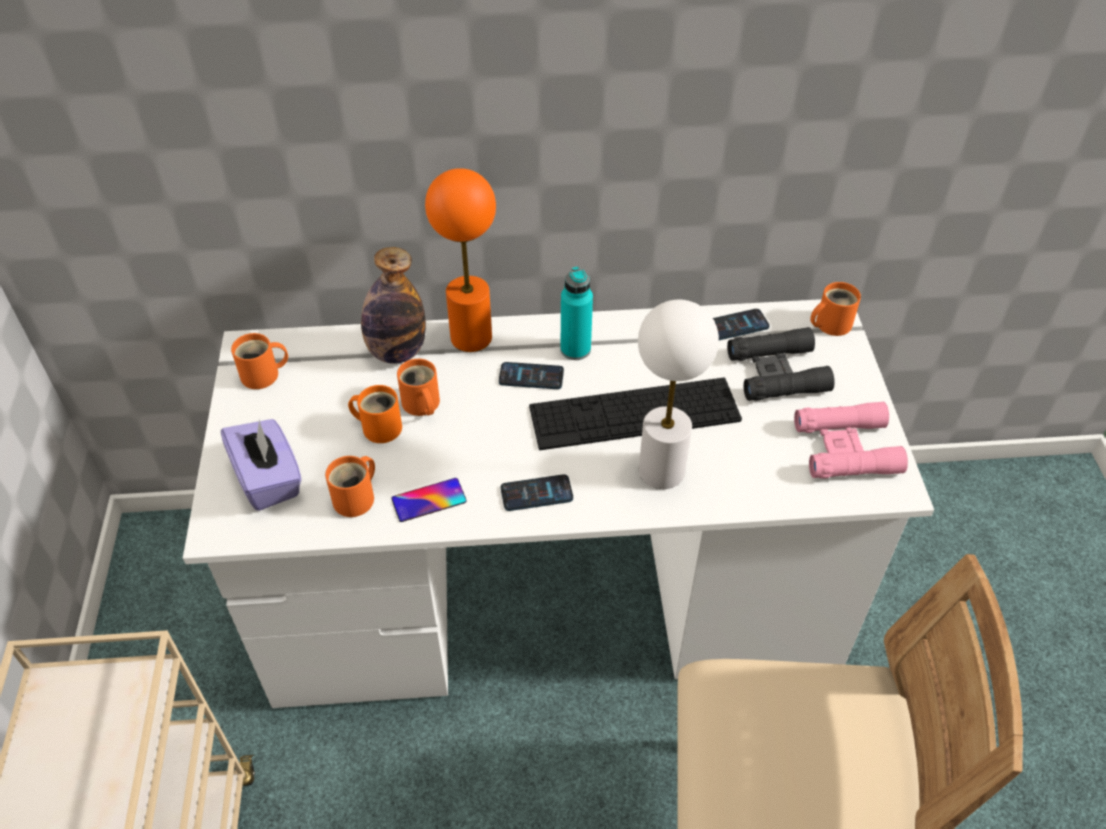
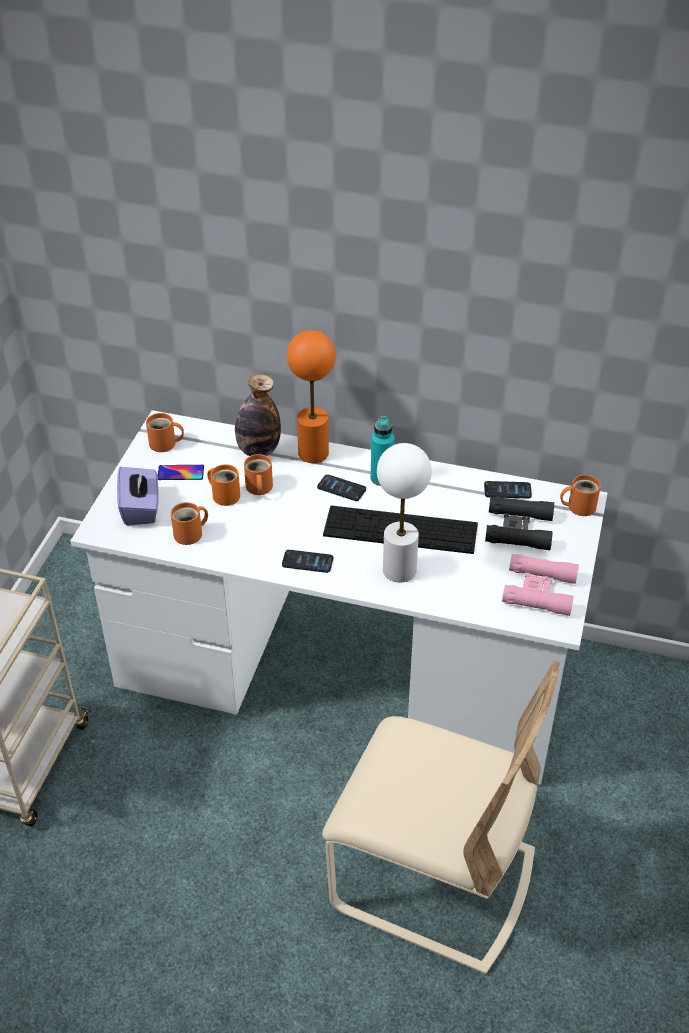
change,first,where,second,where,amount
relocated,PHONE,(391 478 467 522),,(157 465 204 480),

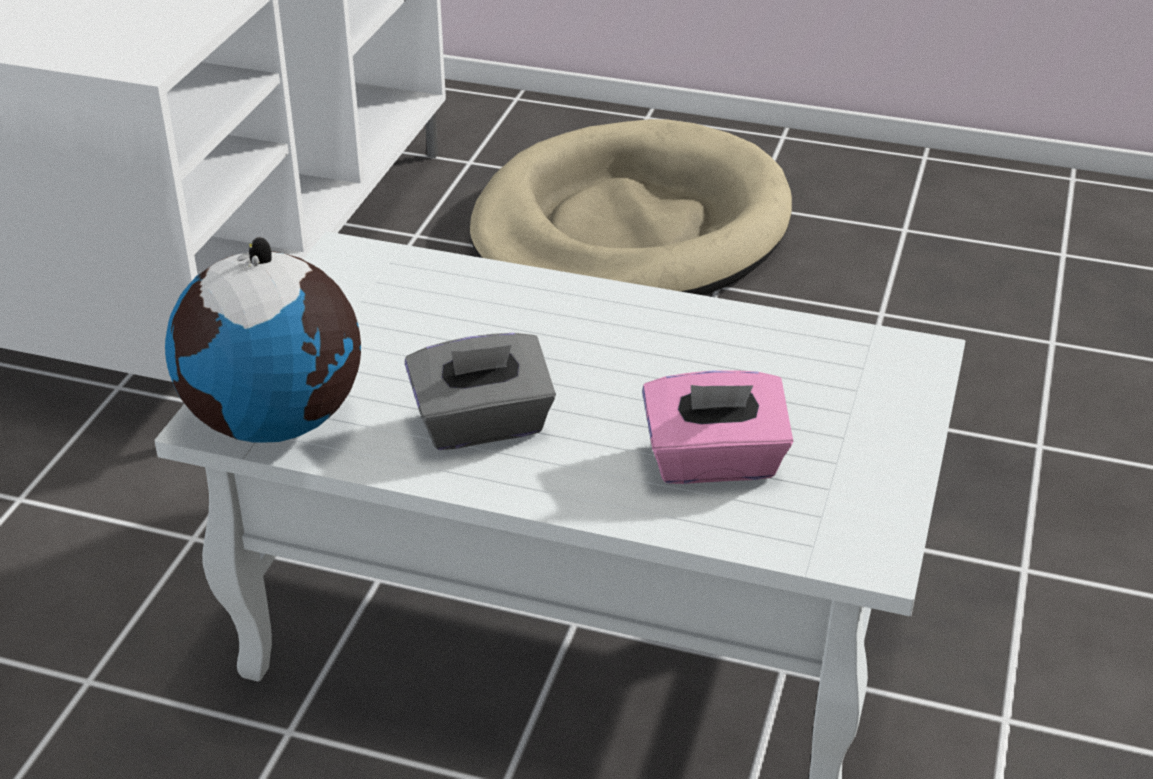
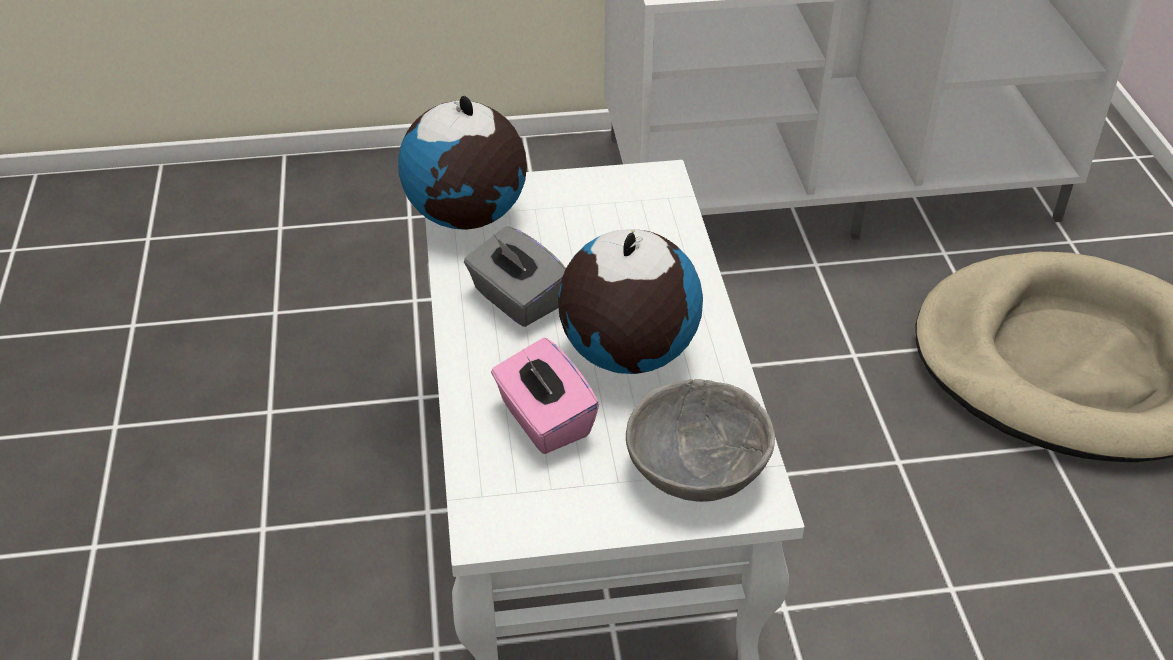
change,first,where,second,where,amount
appeared,,,GLOBE,(558 229 703 374),
appeared,,,GREY BOWL,(626 379 775 502),

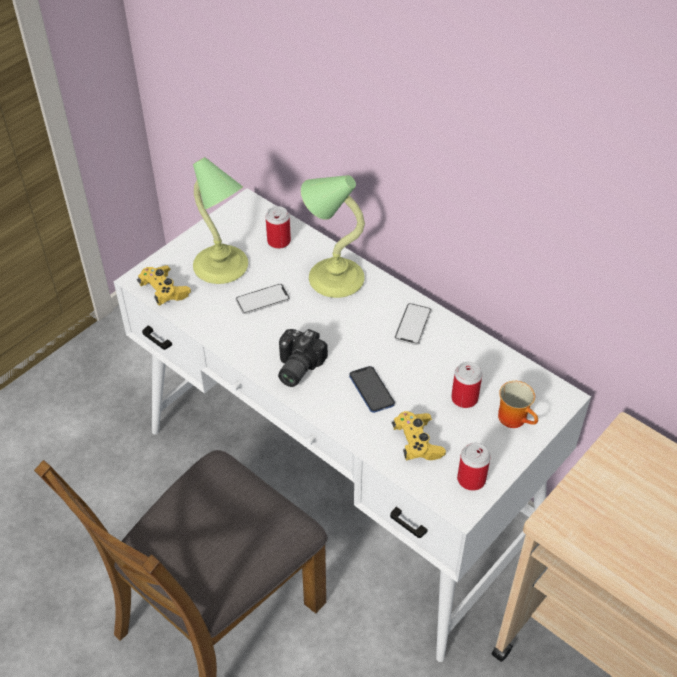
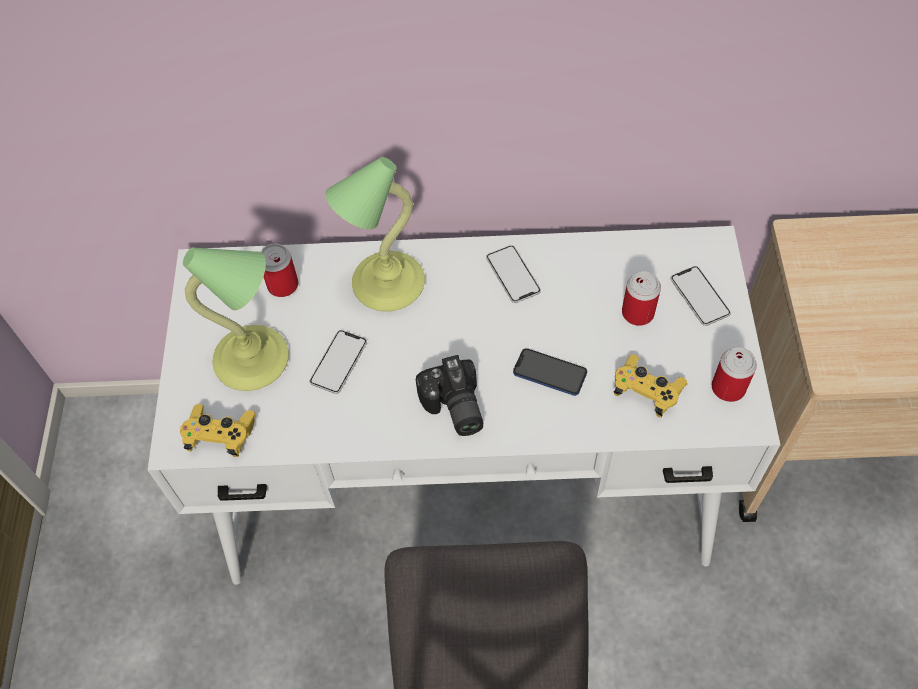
change,first,where,second,where,amount
exchanged,MUG,(498 381 538 428),PHONE,(671 266 731 326),

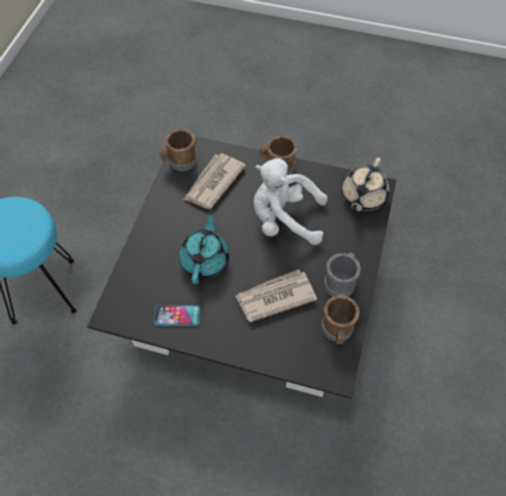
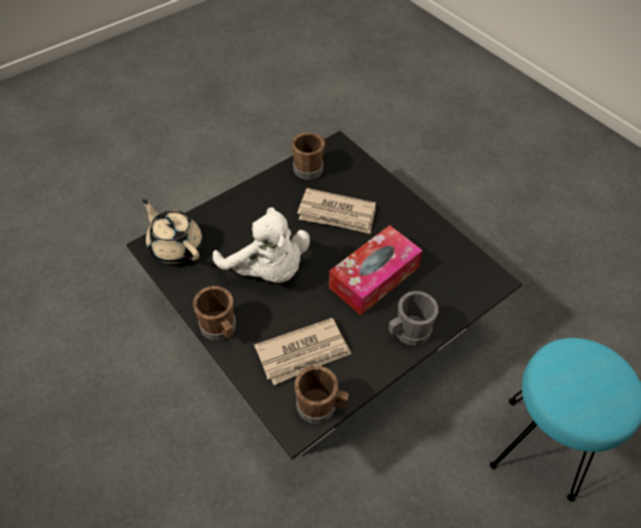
change,first,where,second,where,amount
spun,BEIGE TEAPOT,(342 157 389 212),,(142 199 202 264),105 degrees counterclockwise
exchanged,TURQUOISE TEAPOT,(179 210 229 284),TISSUE BOX,(329 225 423 315),
relocated,GREY MUG,(324 252 361 297),,(389 291 438 346),
missing,PHONE,(154 305 200 326),,,

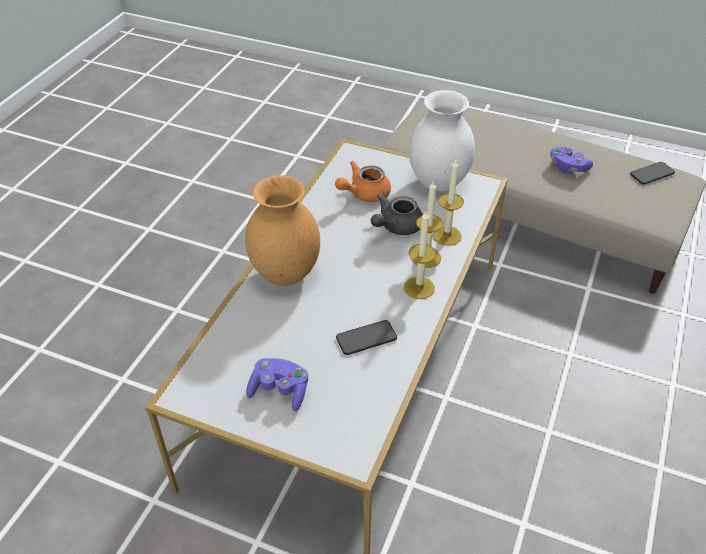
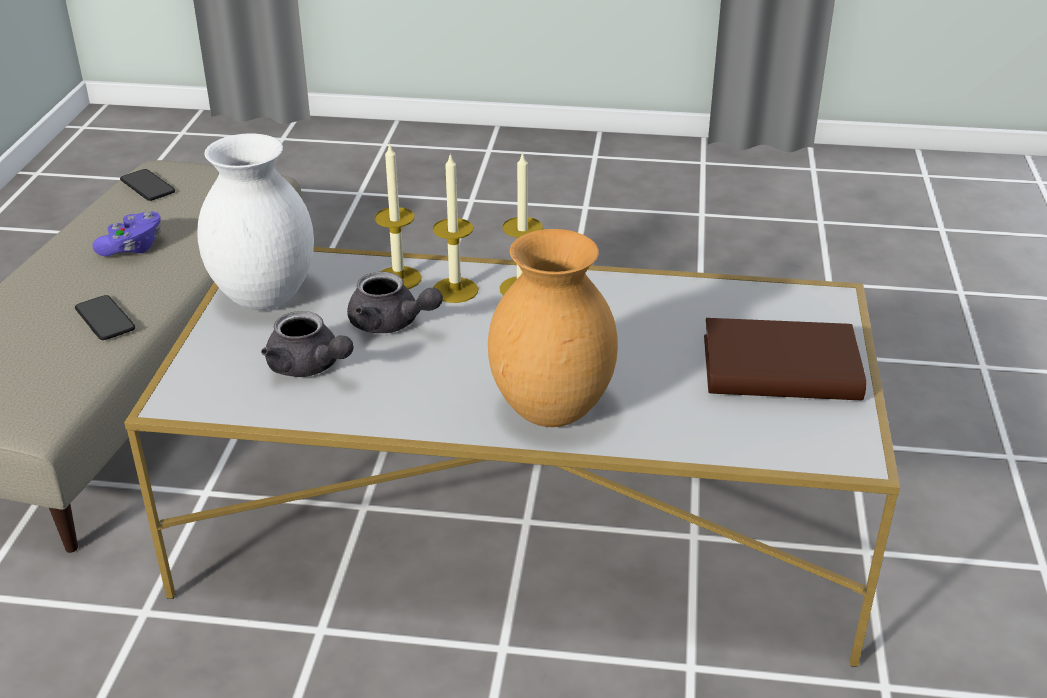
change,first,where,second,where,amount
relocated,PHONE,(336 320 397 355),,(75 295 135 340),
colour,ORANGE TEAPOT,(335 161 391 202),GREY TEAPOT,(261 311 353 377),
exchanged,PURPLE GAME CONTROLLER,(246 358 308 411),BROWN BOOK,(704 318 867 400),

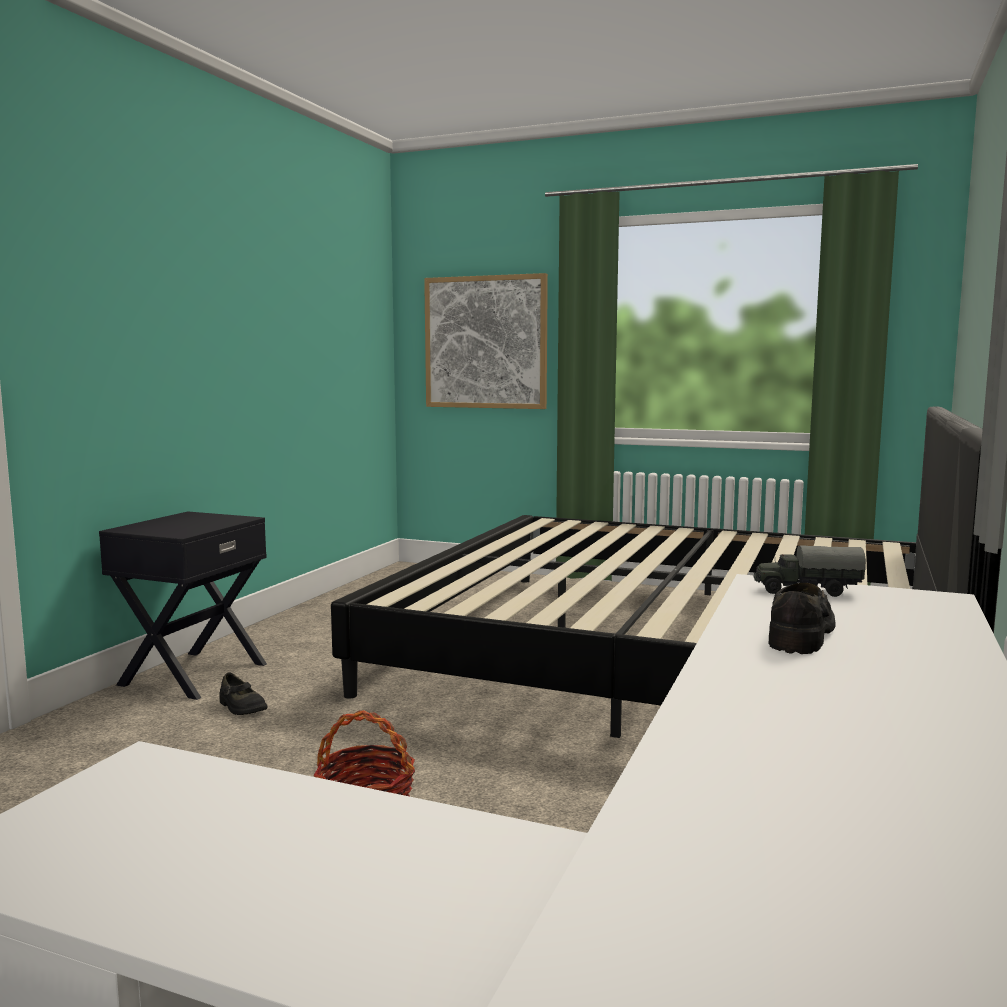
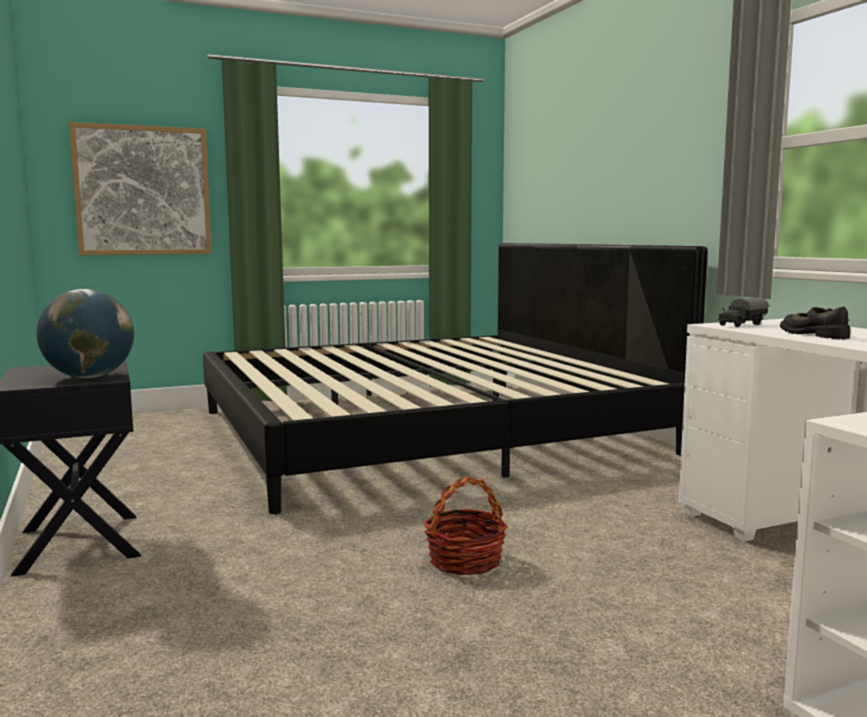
change,first,where,second,where,amount
appeared,,,GLOBE,(36 289 134 378),
missing,BLACK SHOE,(219 672 268 715),,,

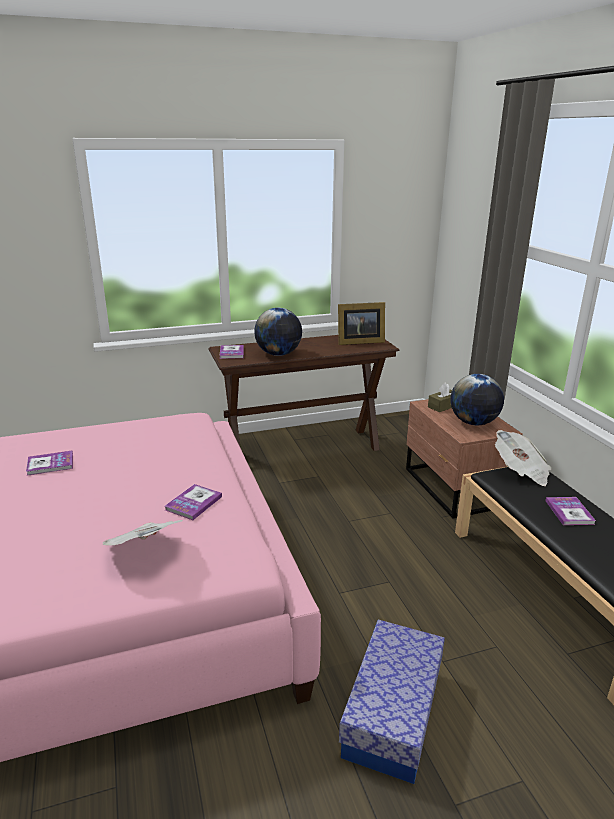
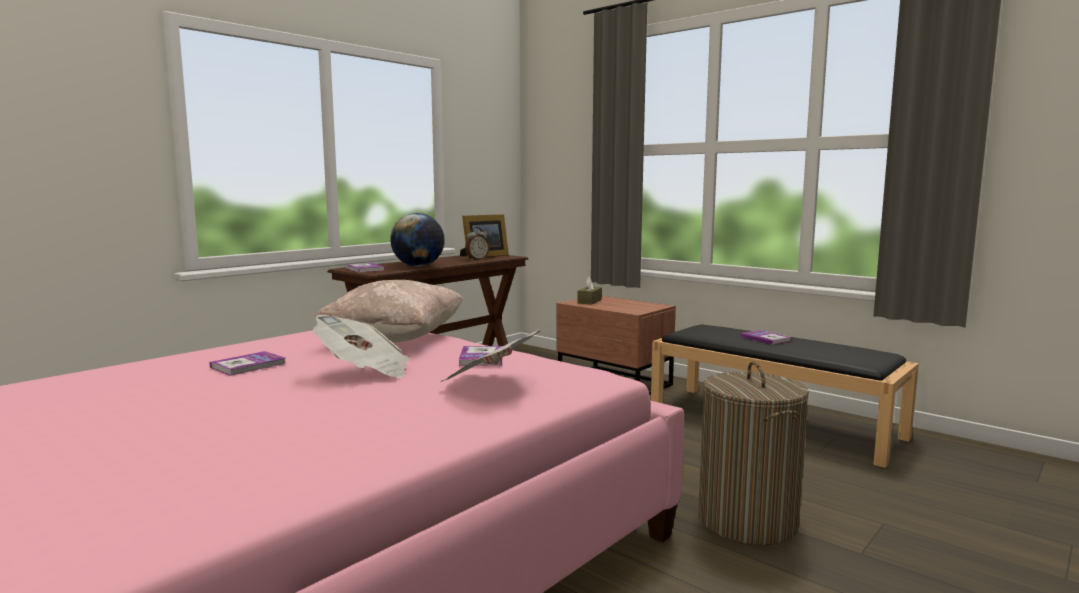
change,first,where,second,where,amount
relocated,NEWSPAPER,(495 430 551 486),,(313 315 410 378),
appeared,,,BEIGE PILLOW,(314 280 464 343),
appeared,,,ALARM CLOCK,(465 227 489 261),
exchanged,STORAGE BOX,(339 619 445 784),LAUNDRY BASKET,(699 362 809 545),
missing,GLOBE,(451 374 504 425),,,

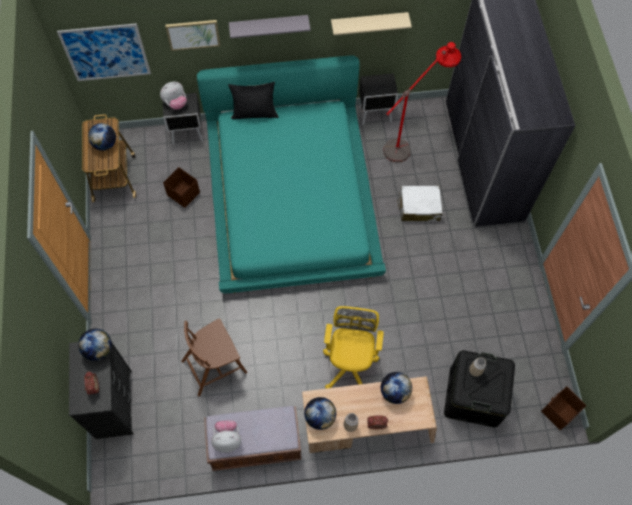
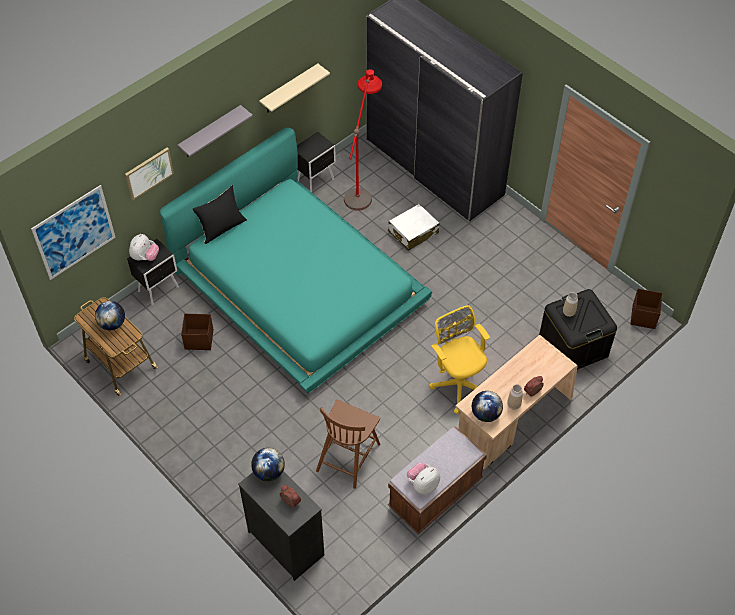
change,first,where,second,where,amount
missing,GLOBE,(381 372 412 404),,,

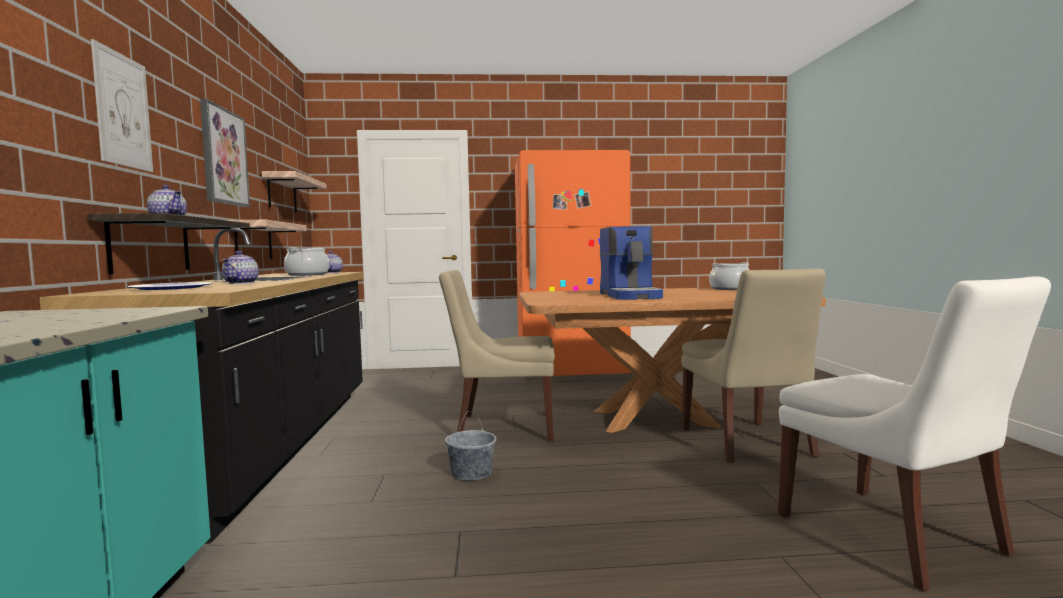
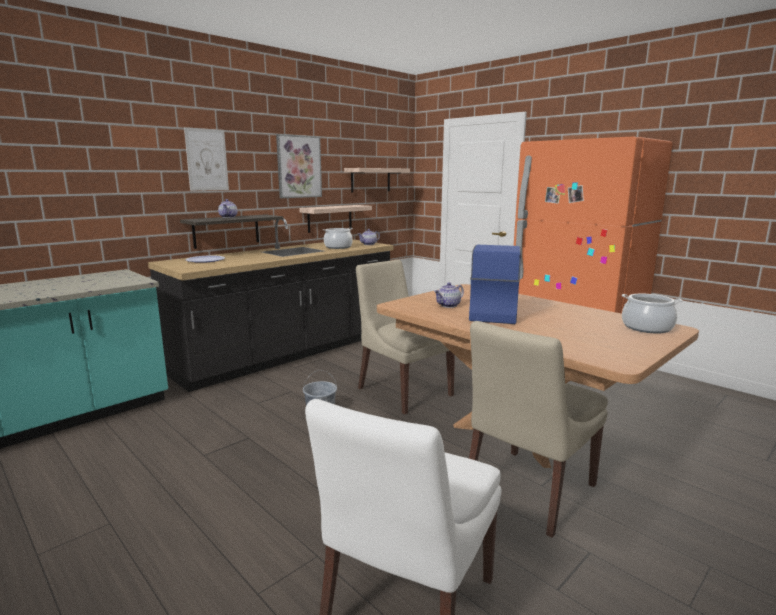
change,first,where,second,where,amount
relocated,TEAPOT,(222 251 259 284),,(434 282 464 308),
spun,COFFEE MACHINE,(600 226 663 300),,(469 245 521 324),150 degrees clockwise

